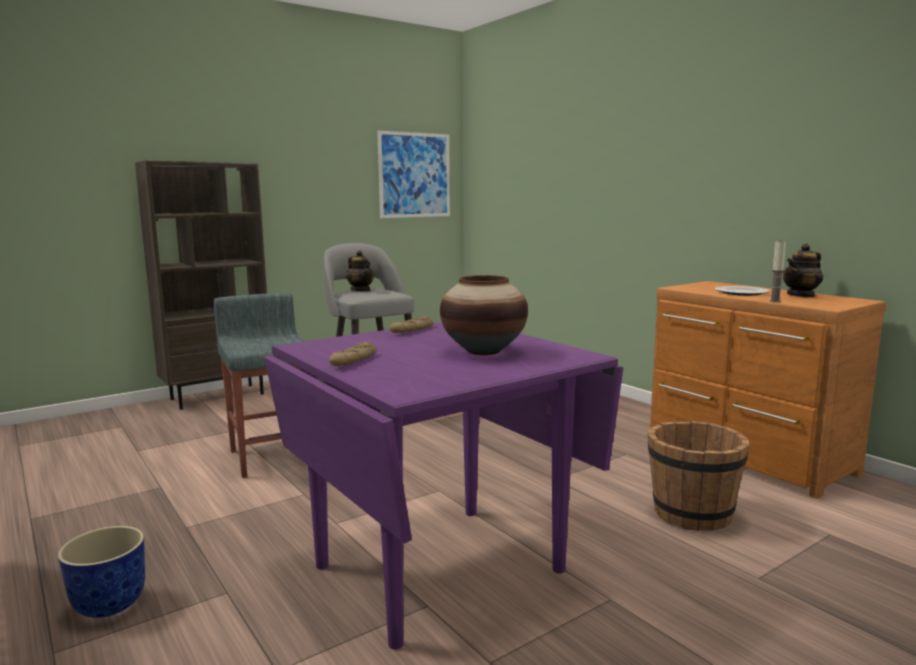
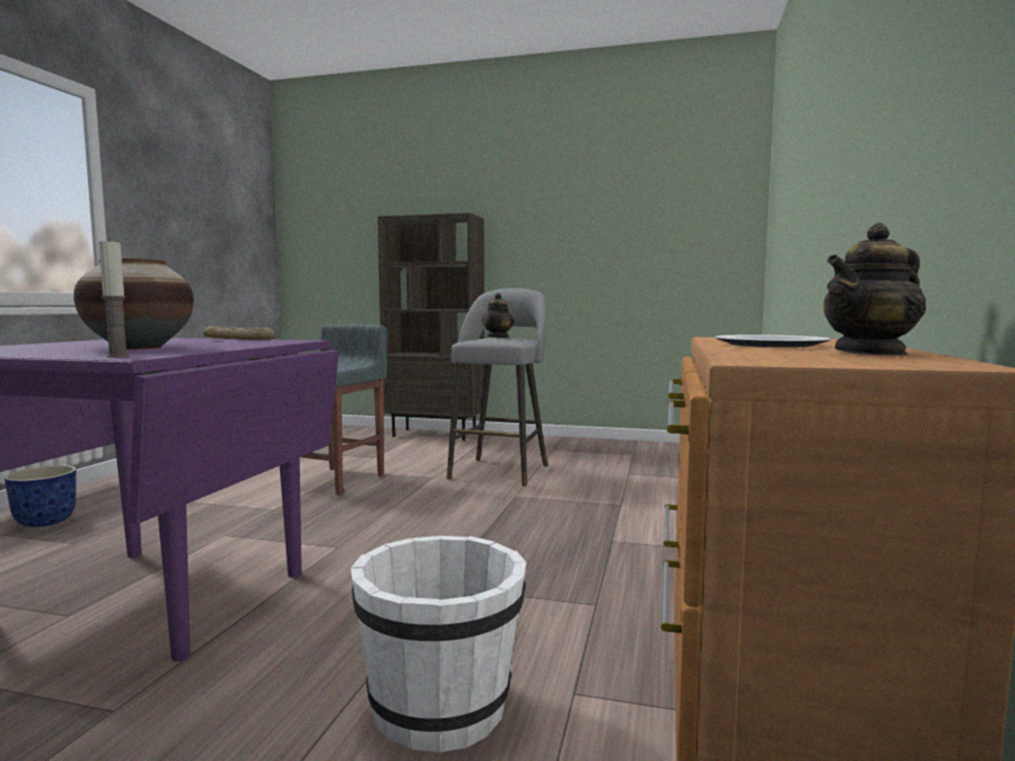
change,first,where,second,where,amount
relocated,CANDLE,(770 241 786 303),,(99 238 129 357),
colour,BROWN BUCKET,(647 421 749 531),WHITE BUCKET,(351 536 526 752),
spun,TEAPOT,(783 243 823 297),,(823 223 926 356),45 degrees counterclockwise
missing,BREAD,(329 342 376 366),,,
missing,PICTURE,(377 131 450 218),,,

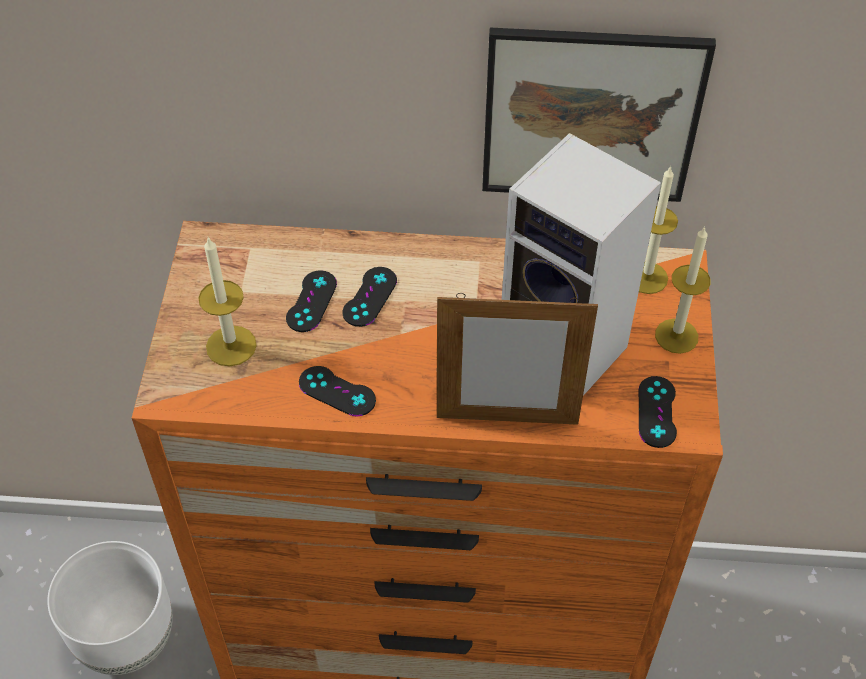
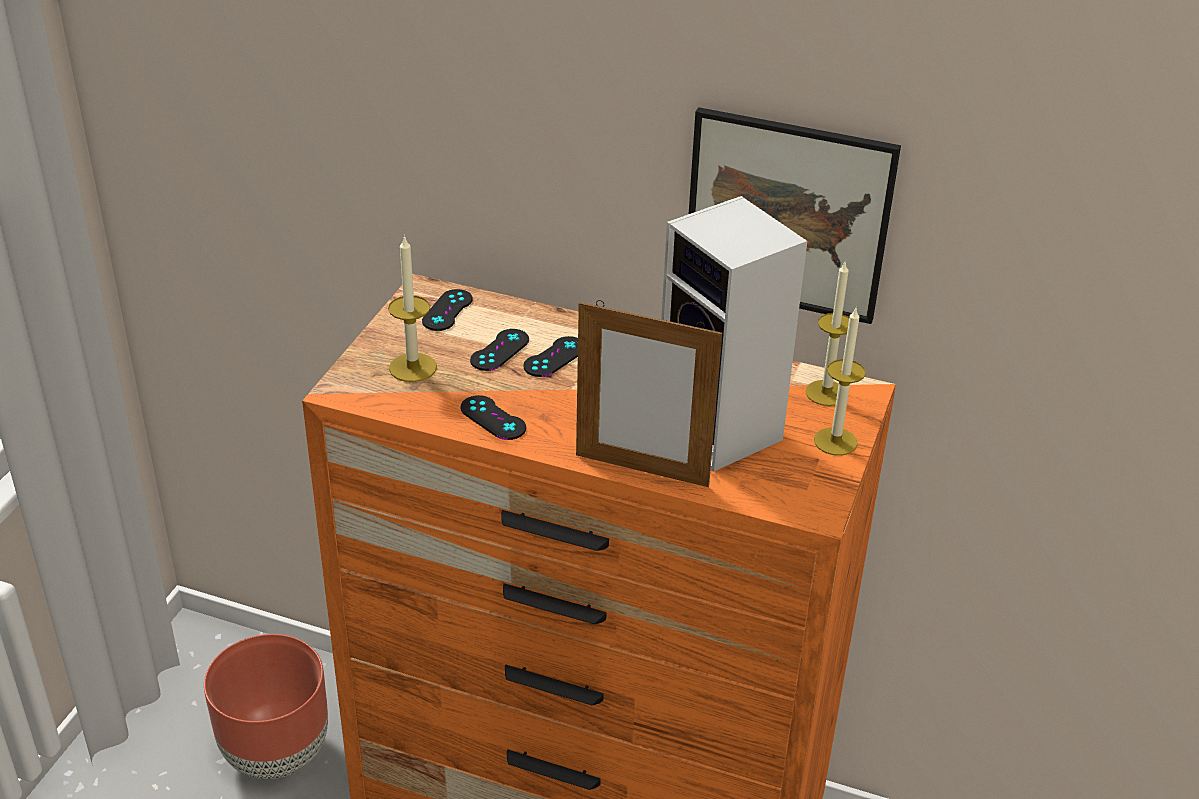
change,first,where,second,where,amount
colour,WHITE PLANTER,(47 541 173 675),BROWN PLANTER,(204 634 328 779),
relocated,BLACK GAME CONTROLLER,(639 376 677 448),,(422 289 473 331),

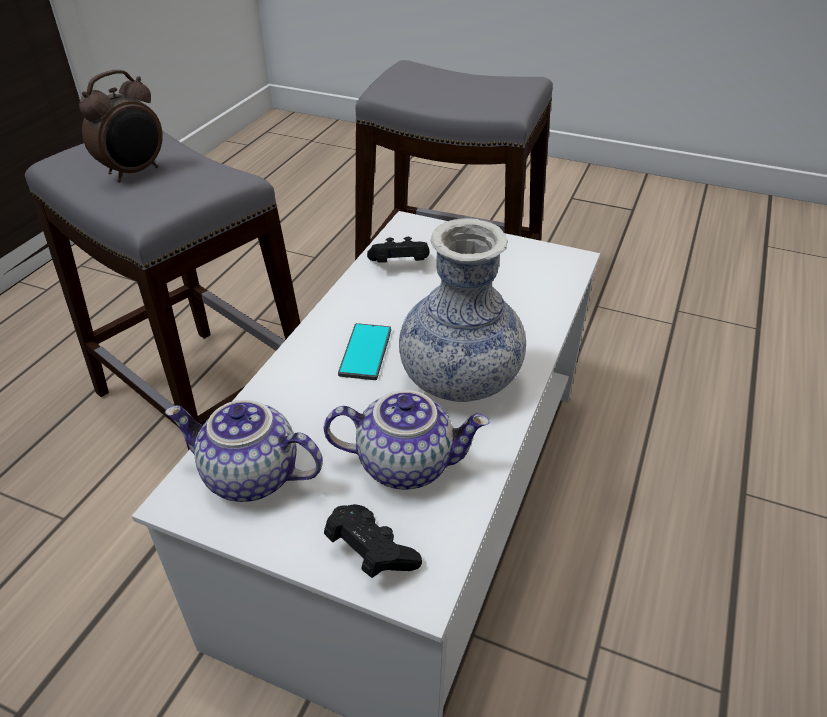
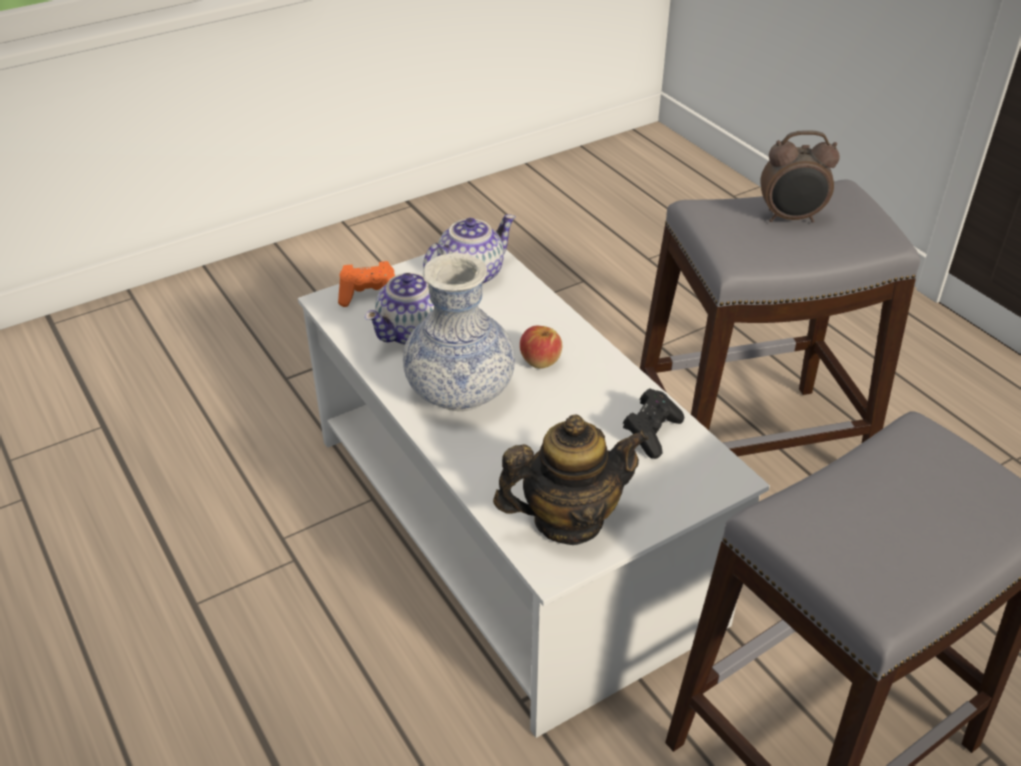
change,first,where,second,where,amount
colour,BLACK GAME CONTROLLER,(324 504 422 578),ORANGE GAME CONTROLLER,(338 261 395 307),
appeared,,,TEAPOT,(493 415 648 545),
exchanged,PHONE,(338 323 391 380),APPLE,(520 326 562 369),
spun,ALARM CLOCK,(79 70 163 183),,(760 130 840 223),75 degrees counterclockwise

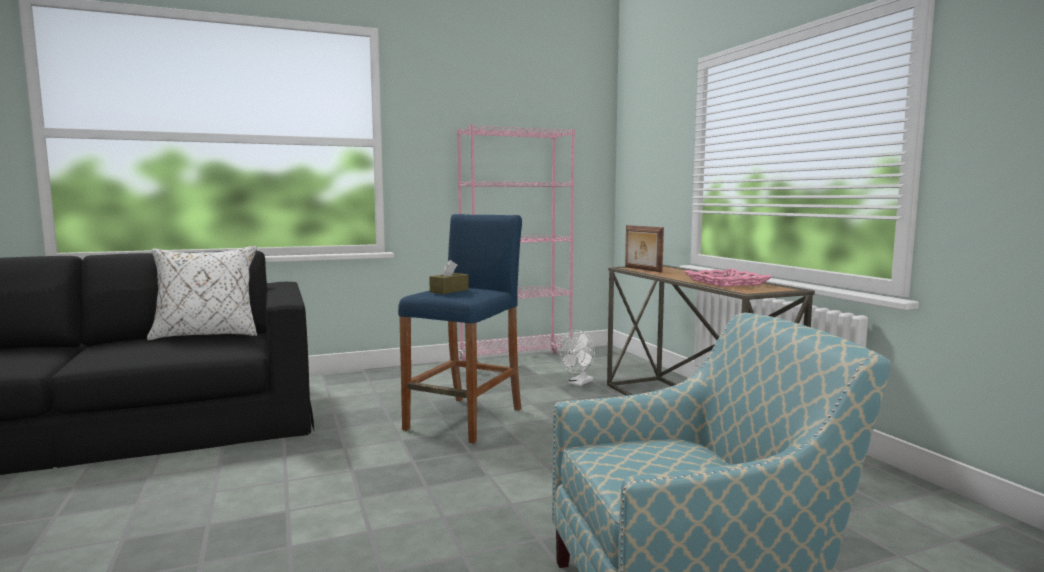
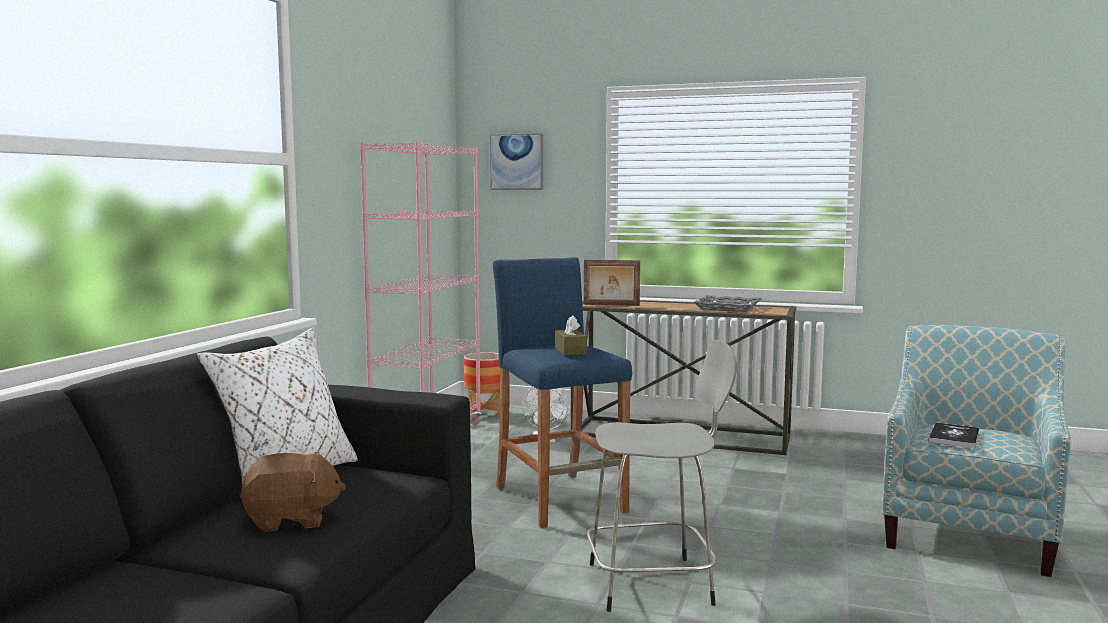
change,first,where,second,where,amount
appeared,,,BROWN PLUSH TOY,(240 452 346 532),
appeared,,,PLANTER,(464 352 500 418),
appeared,,,PICTURE,(490 133 543 190),
appeared,,,GREY STOOL,(587 340 737 612),
colour,PINK TRAY,(684 269 772 287),GREY TRAY,(694 295 761 312),
appeared,,,BOOK,(928 422 979 448),

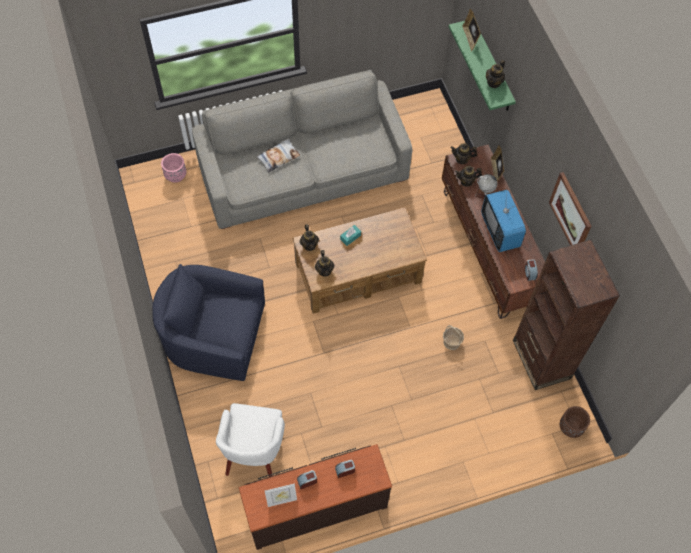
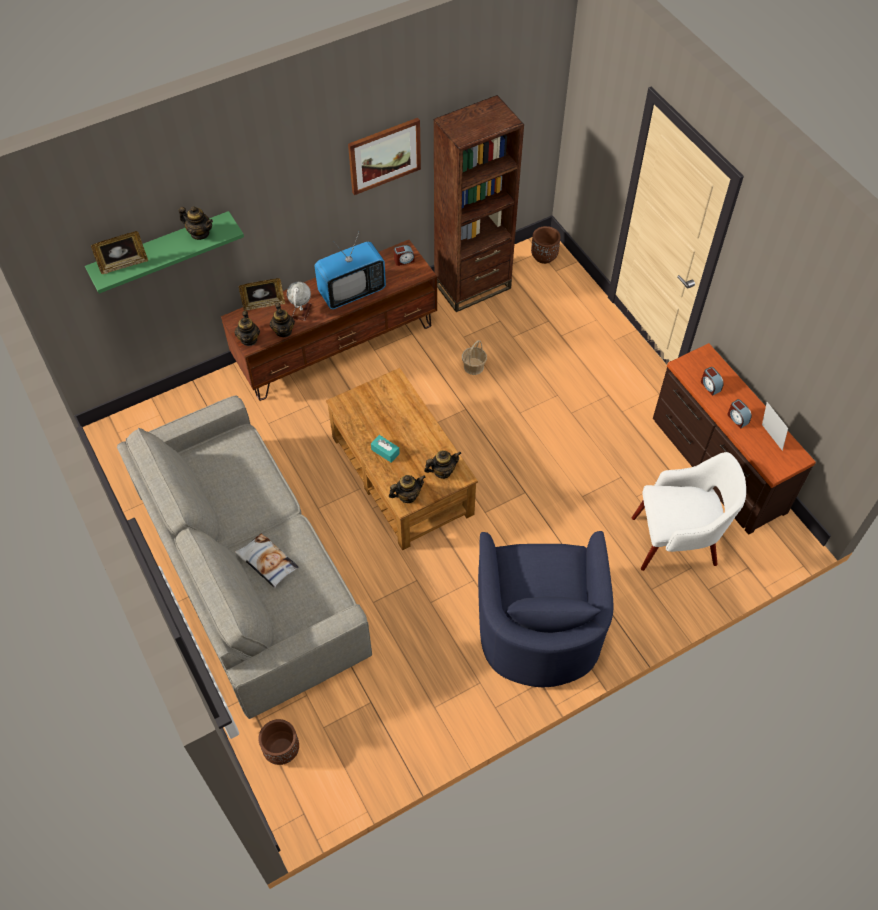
change,first,where,second,where,amount
colour,PINK PLANTER,(161 153 186 183),BROWN PLANTER,(258 719 299 765),

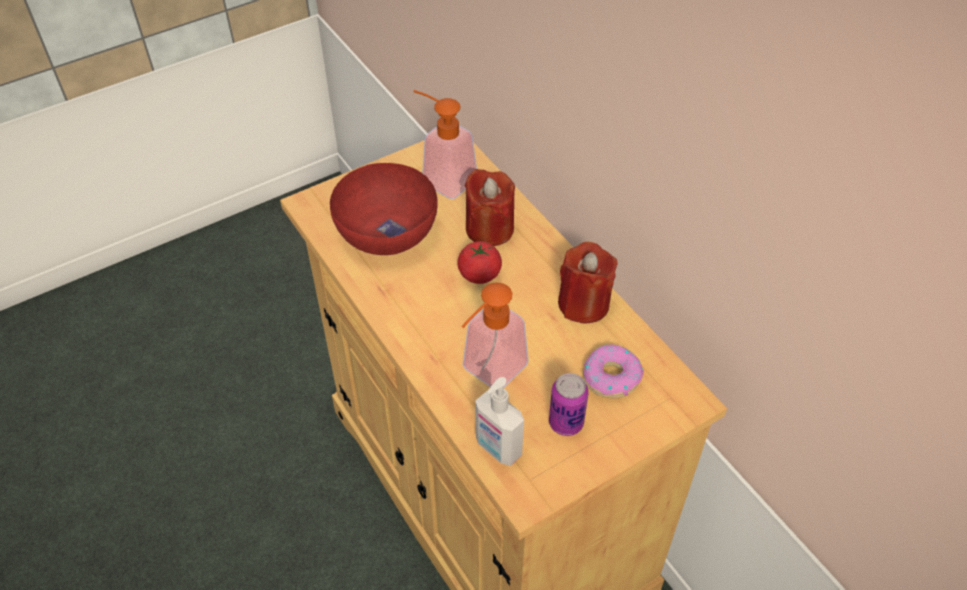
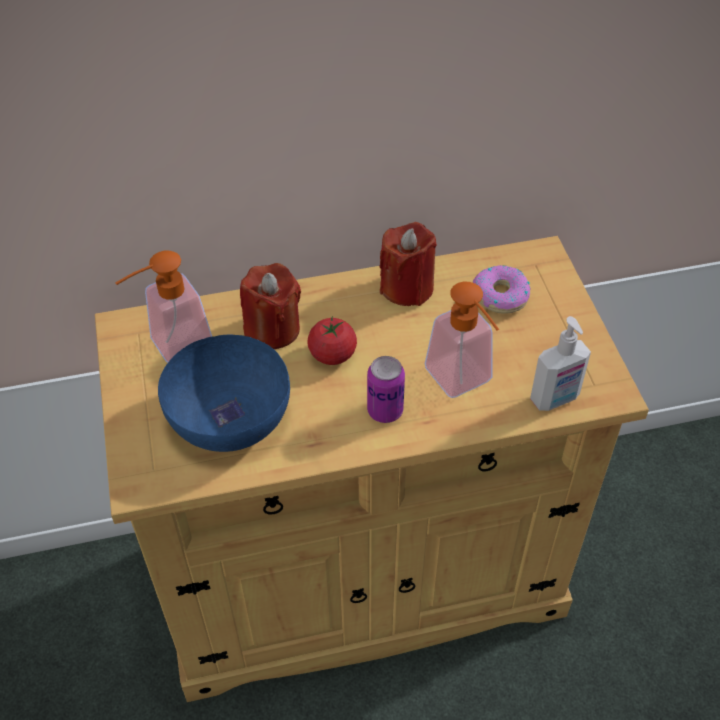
change,first,where,second,where,amount
colour,RED BOWL,(330 163 438 255),BLUE BOWL,(158 335 290 452),
relocated,CAN,(549 373 588 436),,(367 356 405 423),

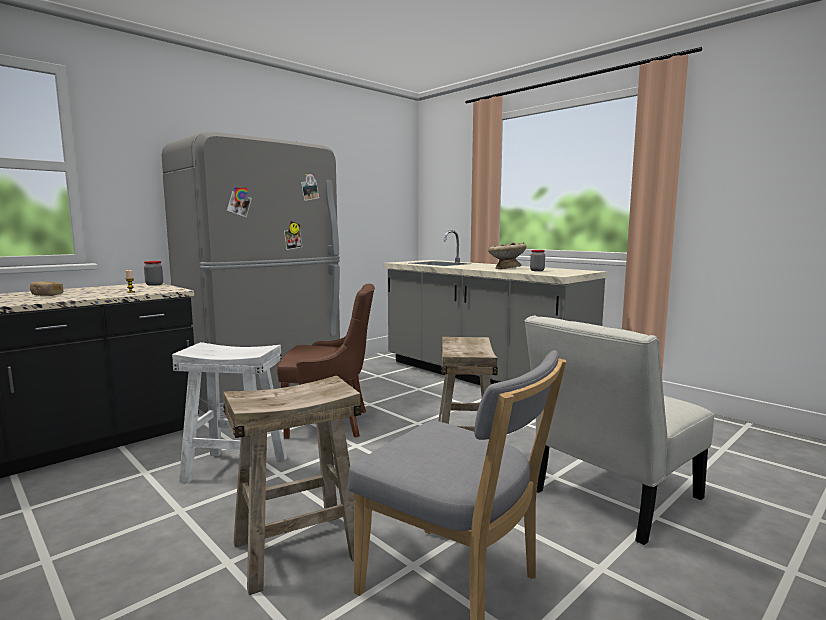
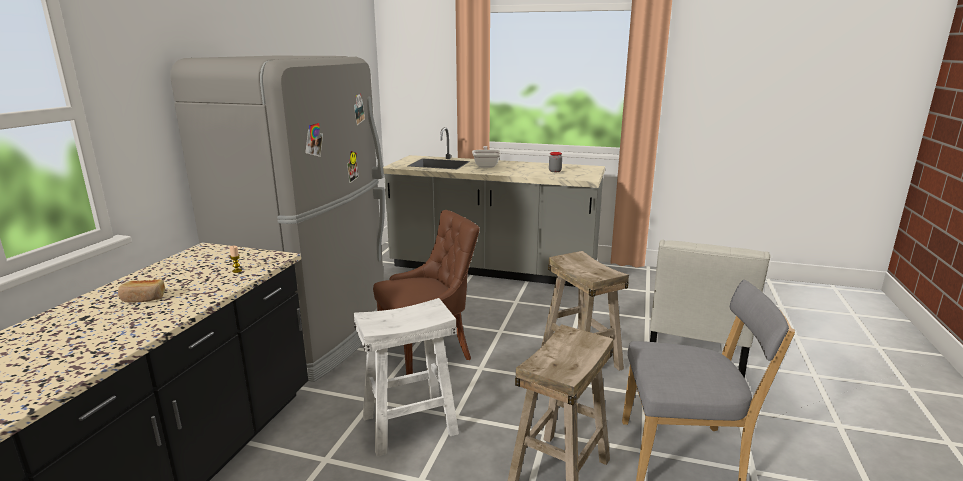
change,first,where,second,where,amount
appeared,,,FRYING PAN,(472 146 501 168),
missing,JAR,(144 261 163 286),,,
missing,BEIGE BOWL,(488 242 527 269),,,

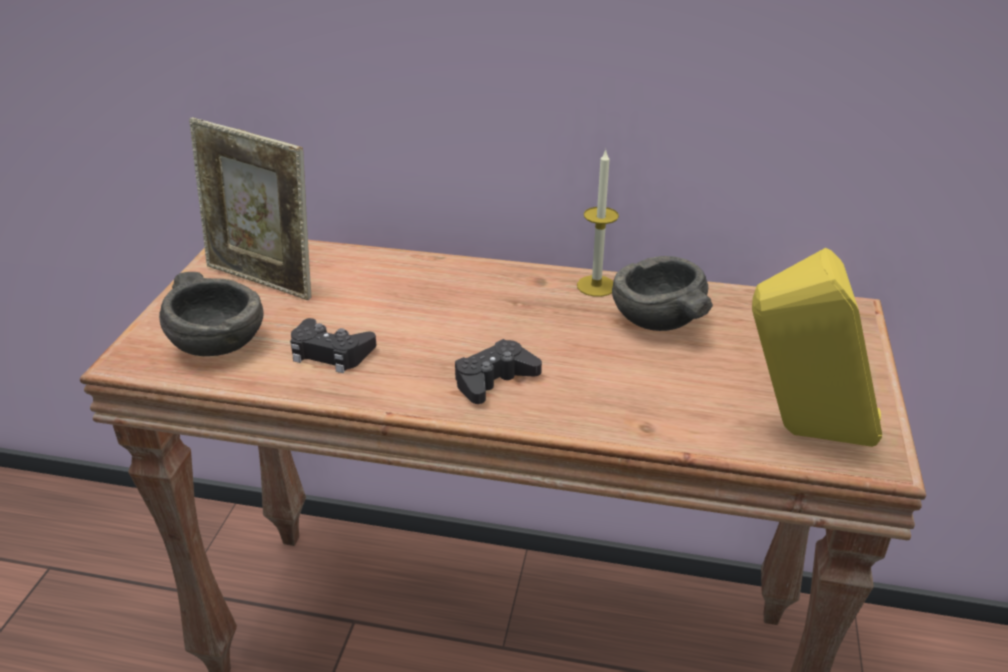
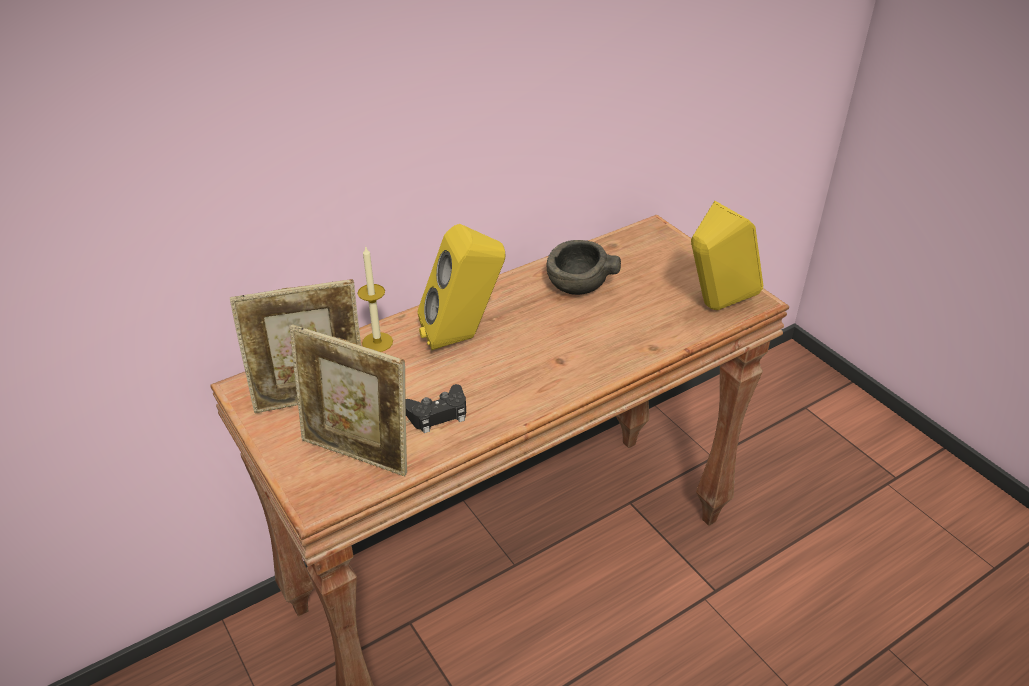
change,first,where,second,where,amount
exchanged,GREY BOWL,(159 272 263 356),PICTURE FRAME,(289 324 407 476),
relocated,CANDLE,(577 149 619 297),,(357 246 393 352),
appeared,,,YELLOW SPEAKER,(418 224 506 350),
missing,BLACK GAME CONTROLLER,(455 339 542 404),,,

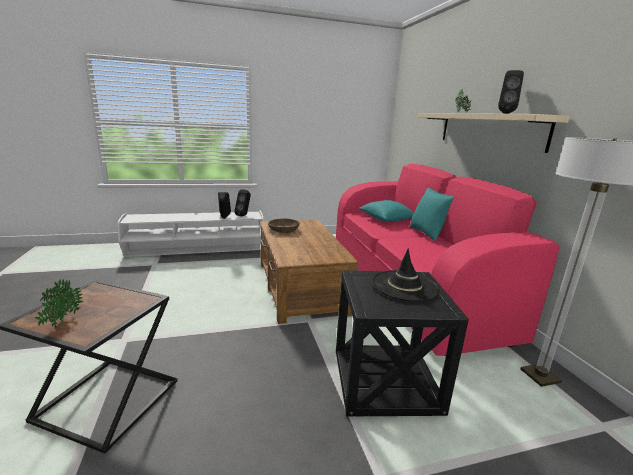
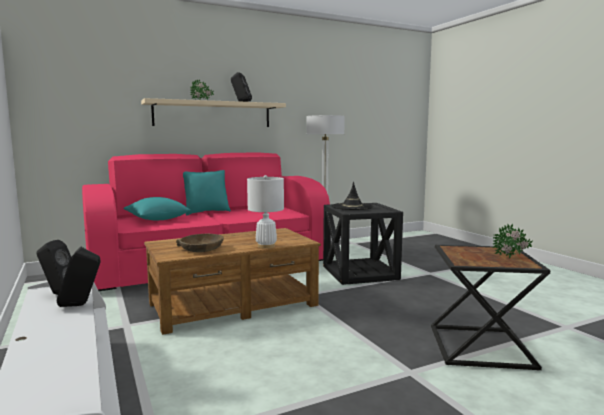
change,first,where,second,where,amount
appeared,,,WHITE TABLE LAMP,(247 175 284 249),

